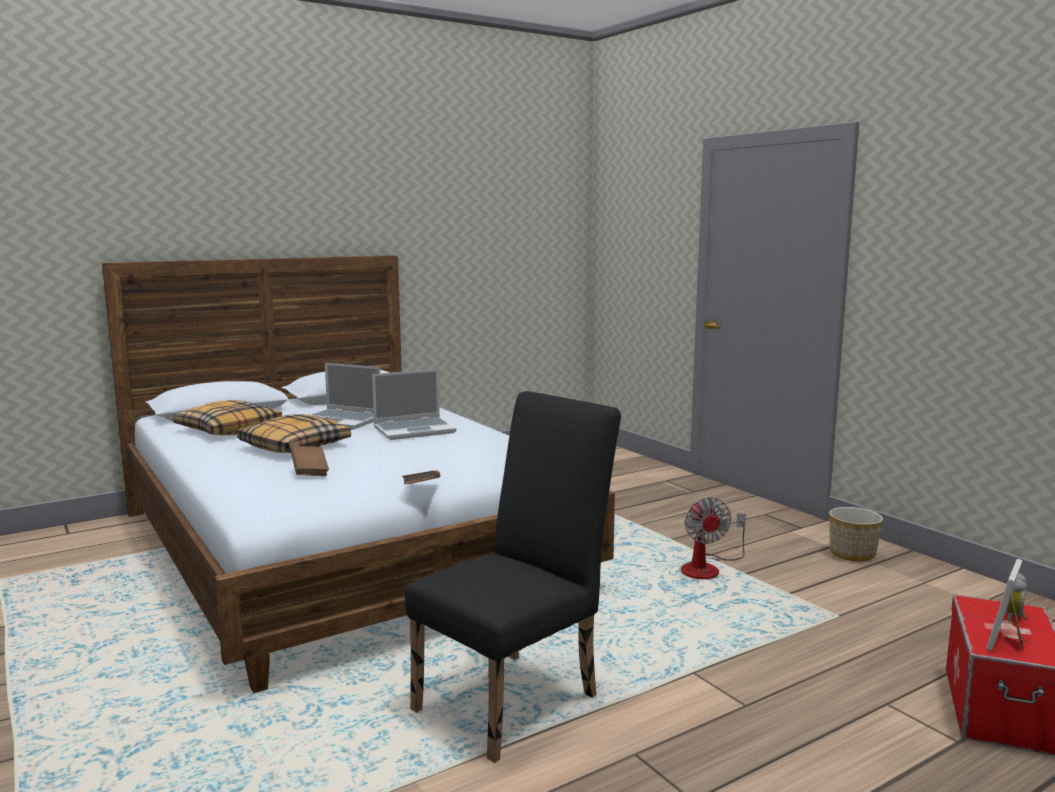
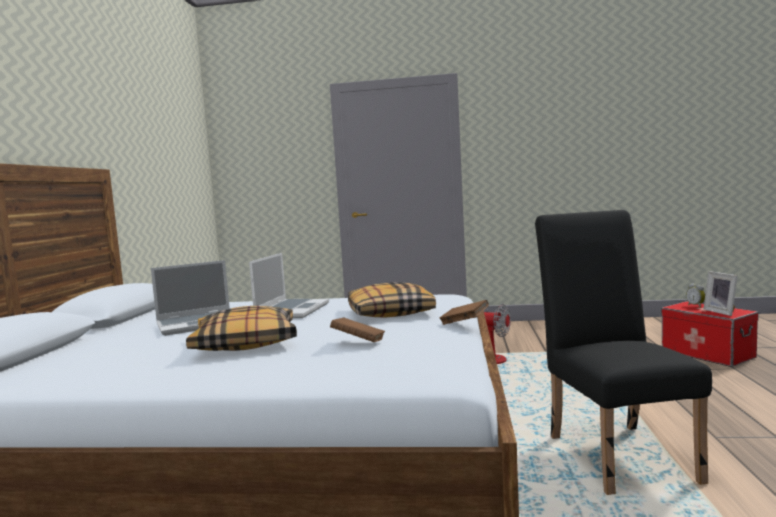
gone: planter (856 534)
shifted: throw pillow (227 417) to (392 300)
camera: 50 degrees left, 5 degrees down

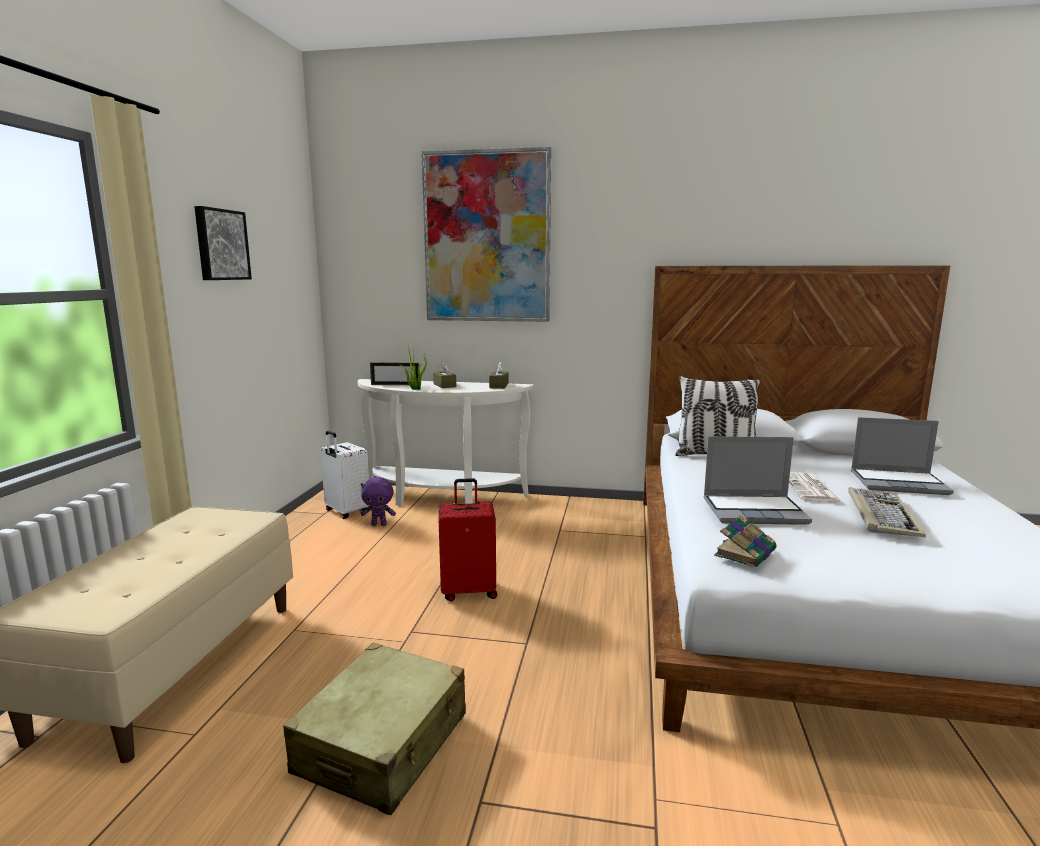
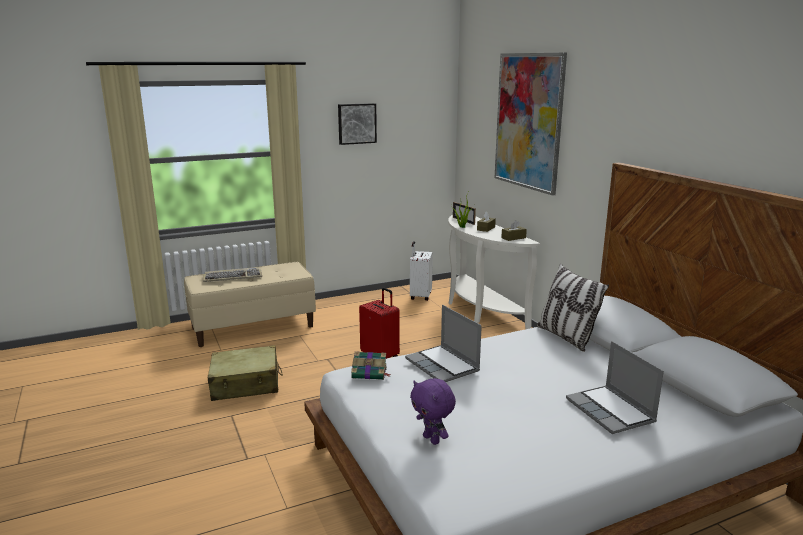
gone: printed paper (816 487)
shifted: purple-coloured plush toy (378 501) to (433 411); PC keyboard (887 512) to (232 274)
camera: 55 degrees right, 5 degrees up

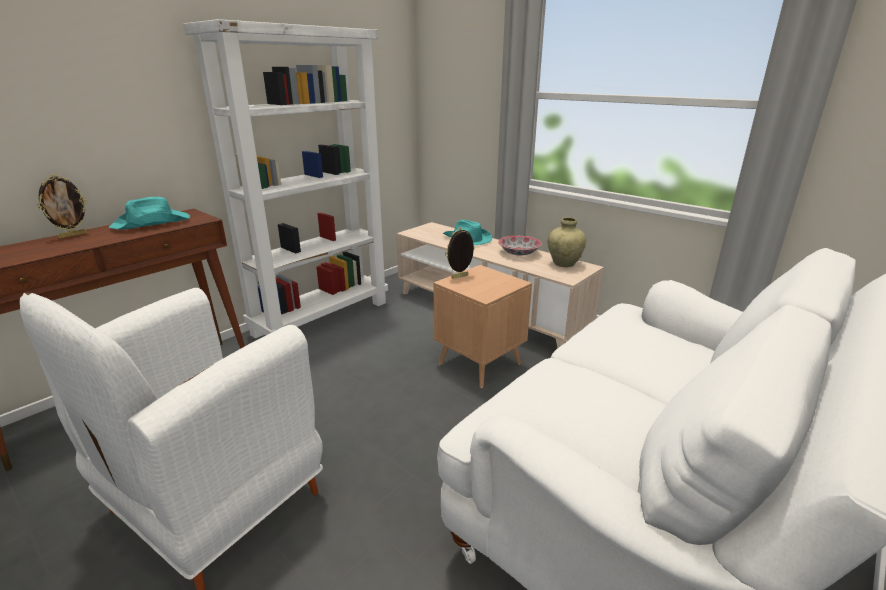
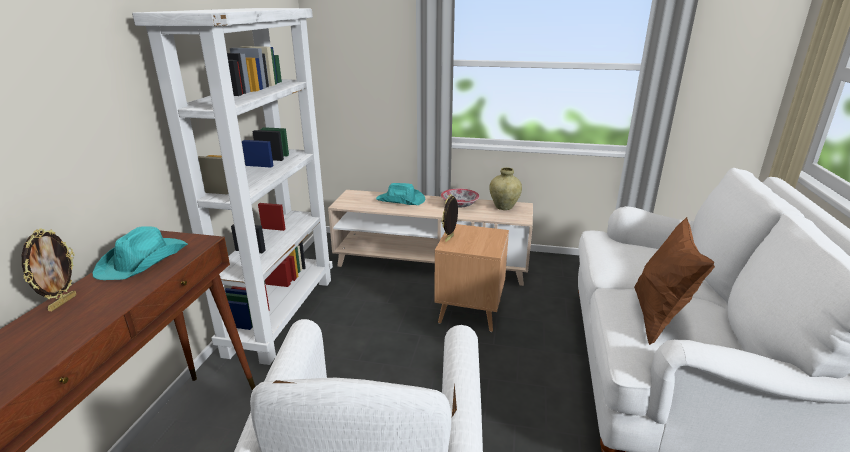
new: brown throw pillow (674 281)
camera: 30 degrees left, 0 degrees up

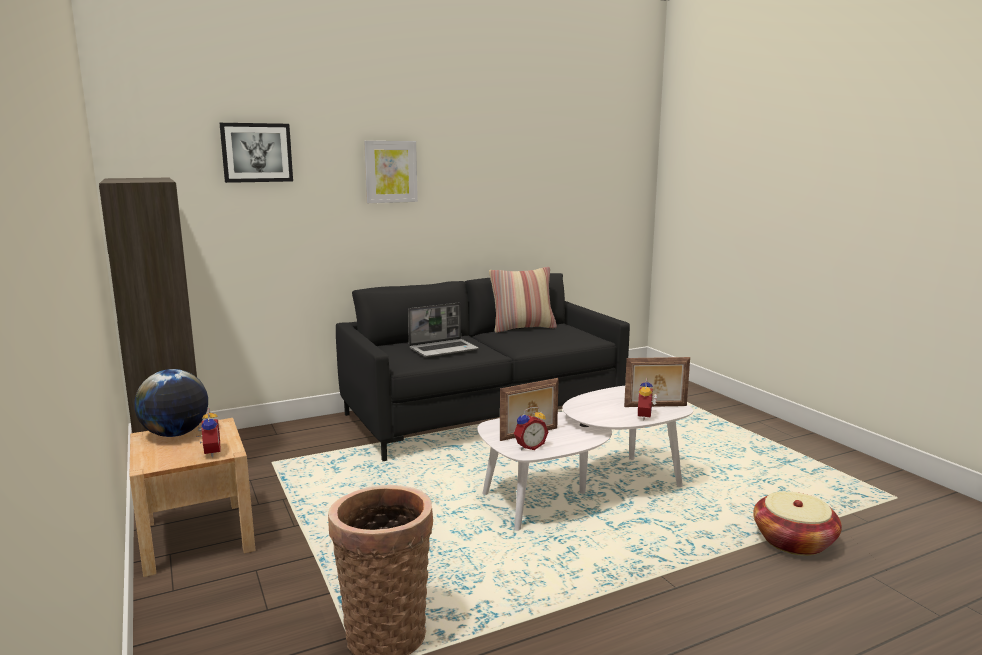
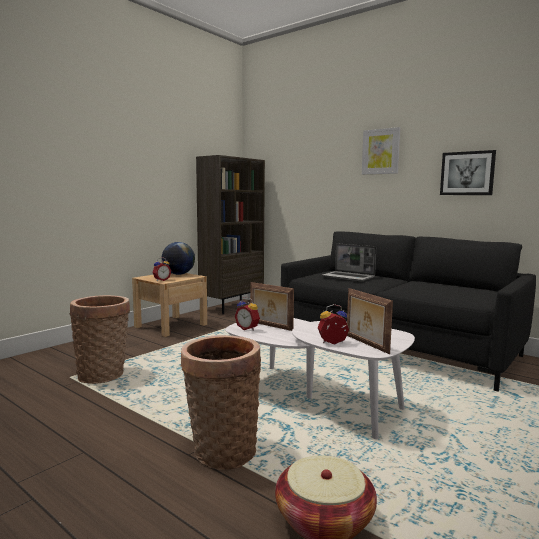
gone: throw pillow (523 300)
new: household basket (221 402)
shifted: picture (256 153) to (468 172)
camera: 65 degrees right, 5 degrees down

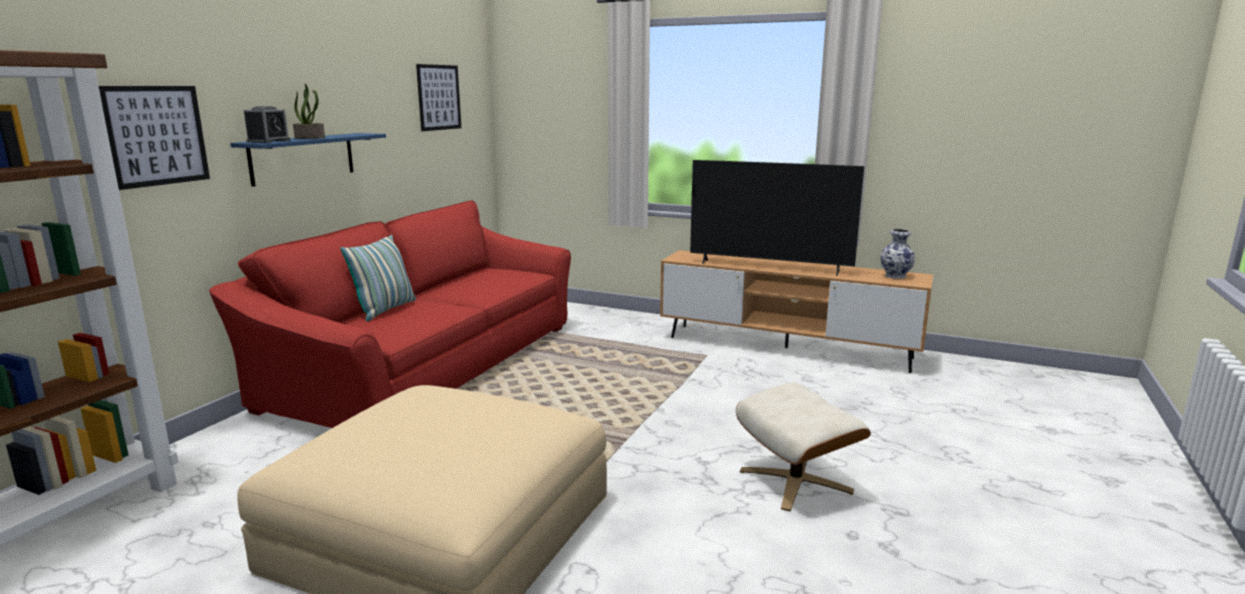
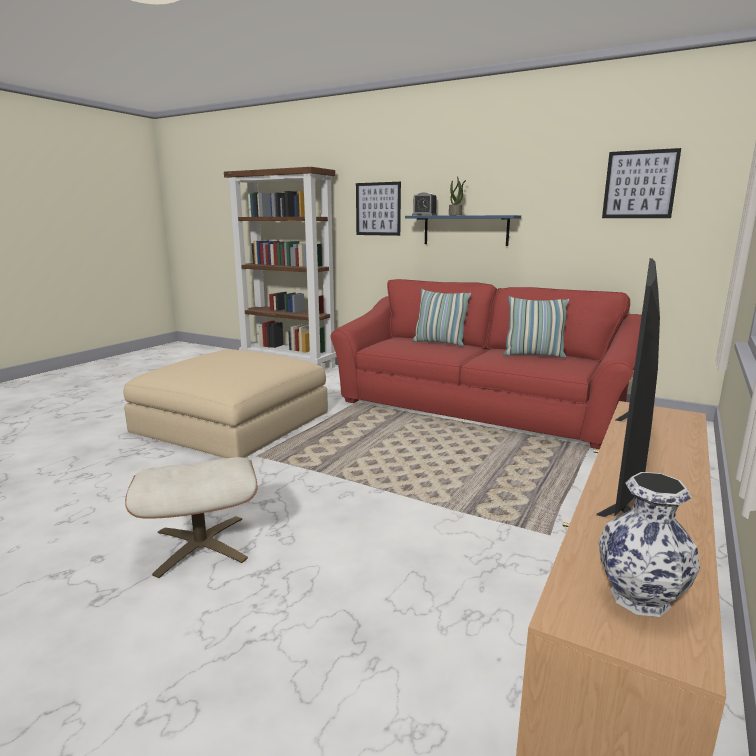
new: throw pillow (536 327)
camera: 95 degrees right, 0 degrees up

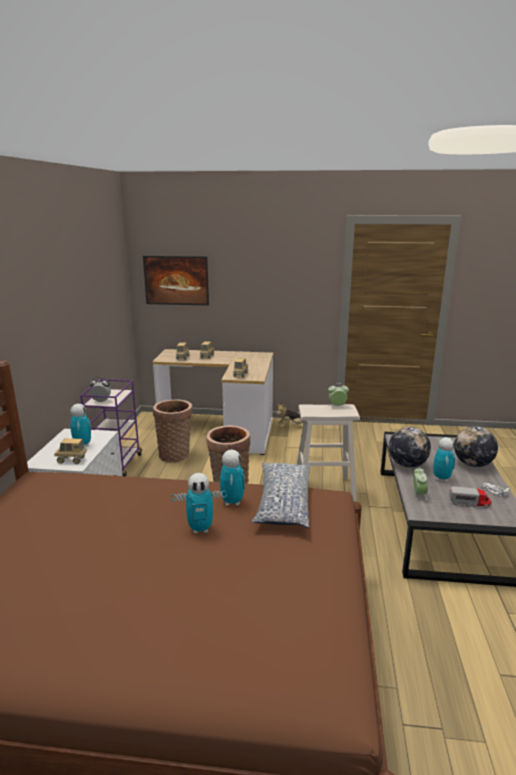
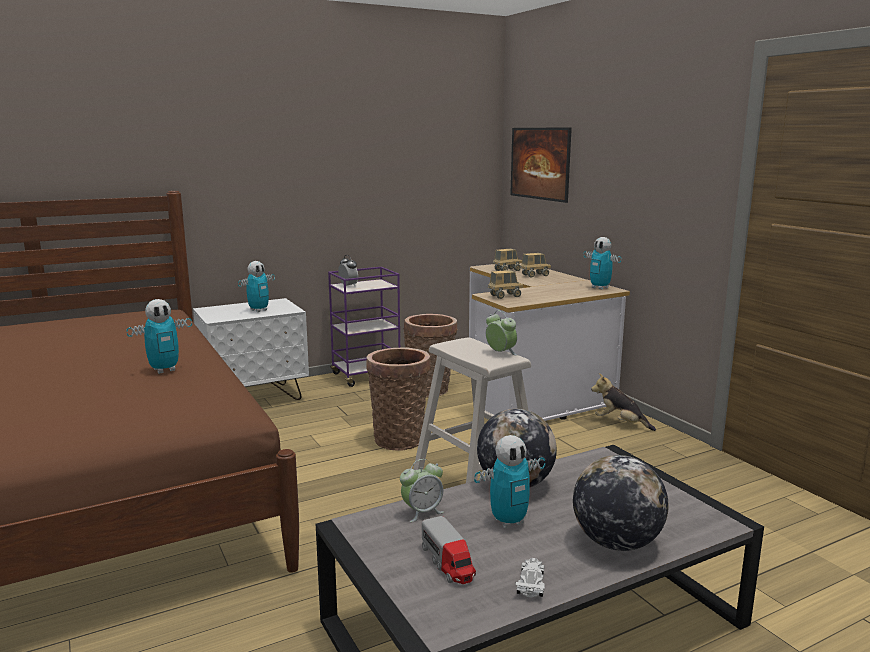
gone: toy truck (70 451); throw pillow (280 495)
shifted: robot figure (199 503) to (603 263)
camera: 55 degrees right, 5 degrees down

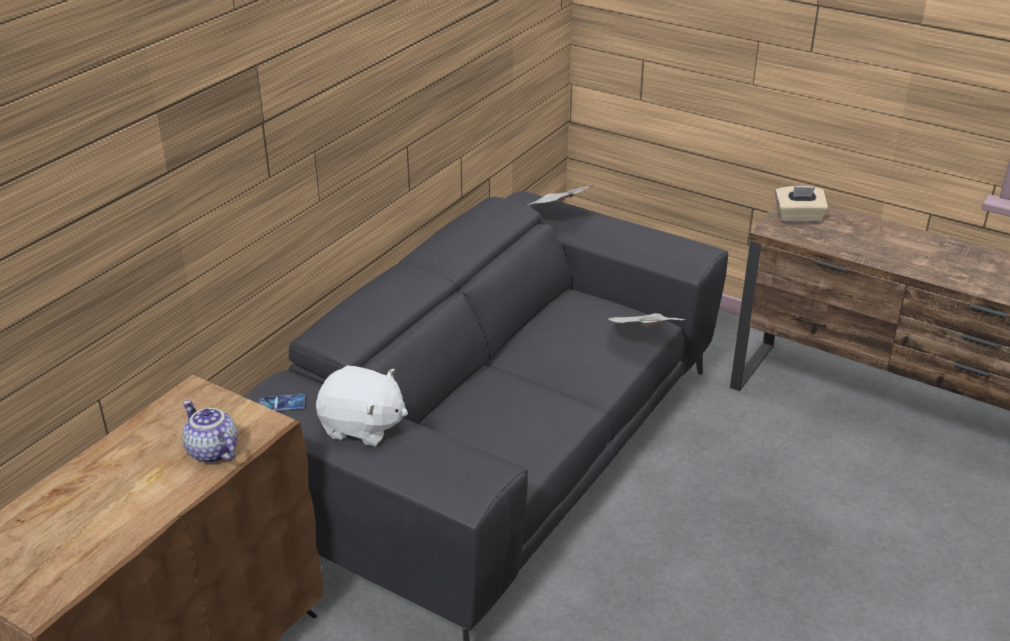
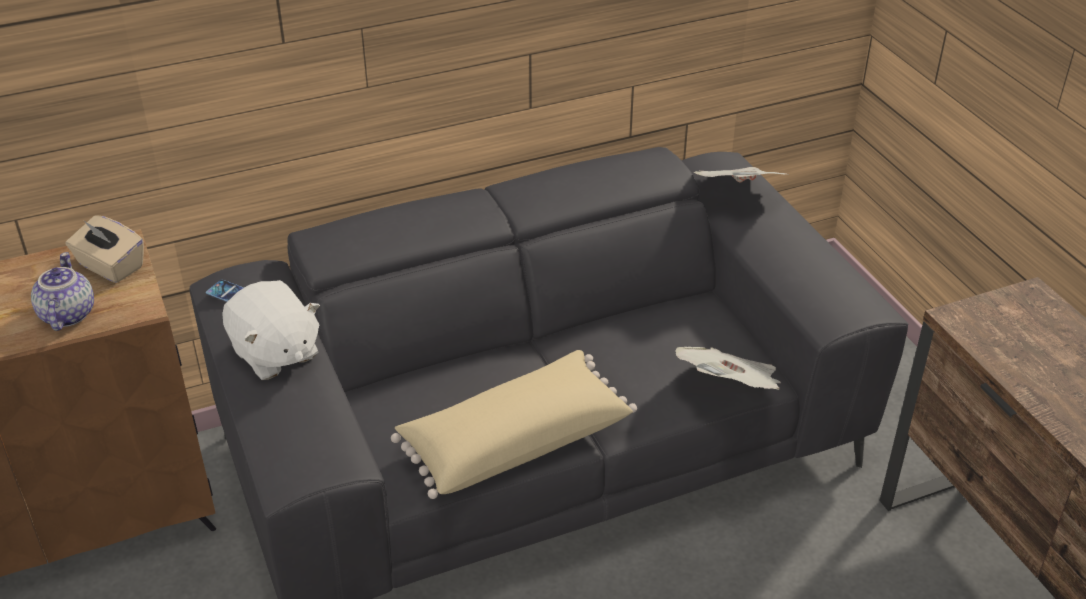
new: beige throw pillow (514 424)
shifted: beige box of tissues (801 204) to (105 249)
camera: 35 degrees right, 5 degrees up

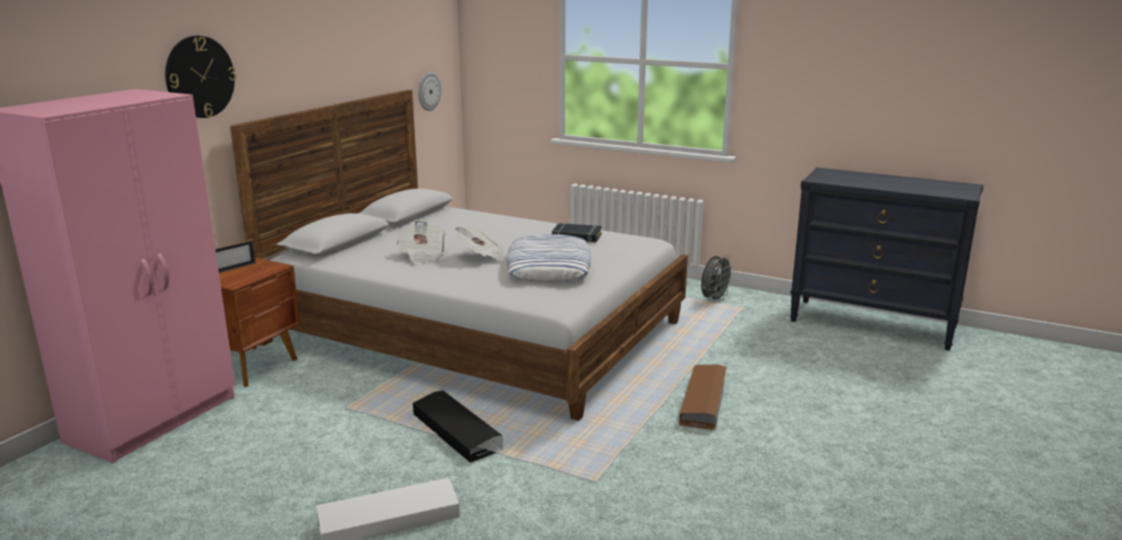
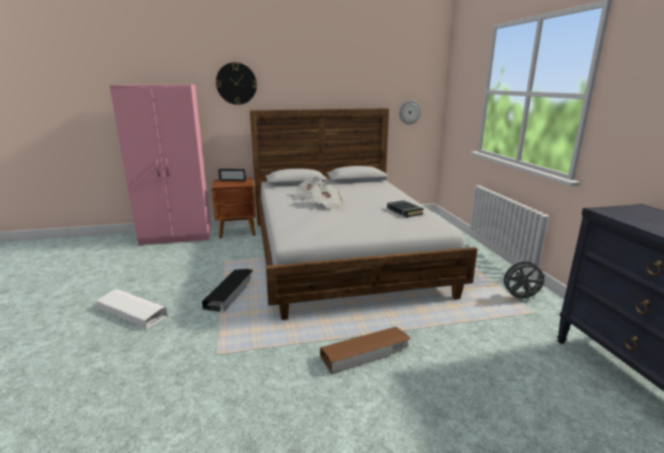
gone: throw pillow (549 258)
camera: 50 degrees right, 0 degrees up

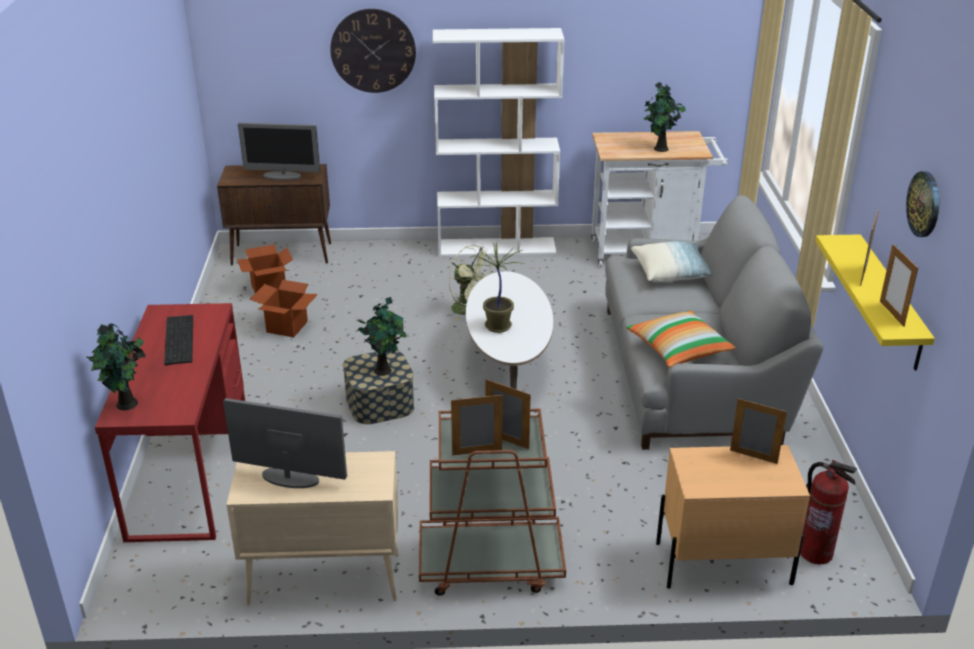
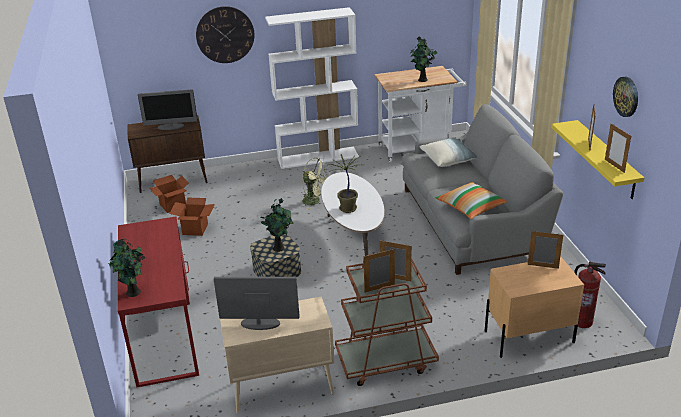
gone: PC keyboard (178 340)
camera: 10 degrees left, 0 degrees up

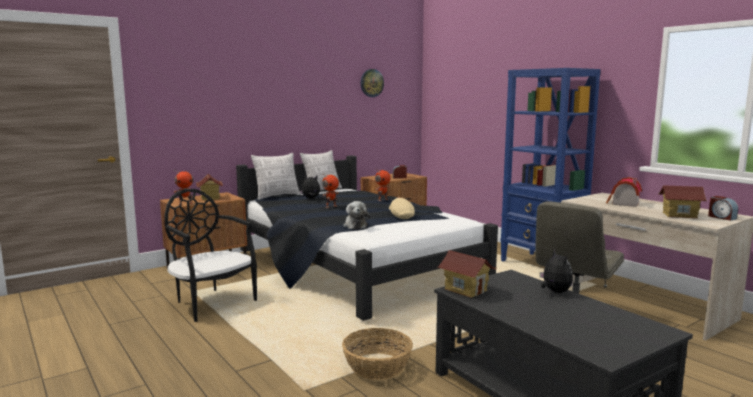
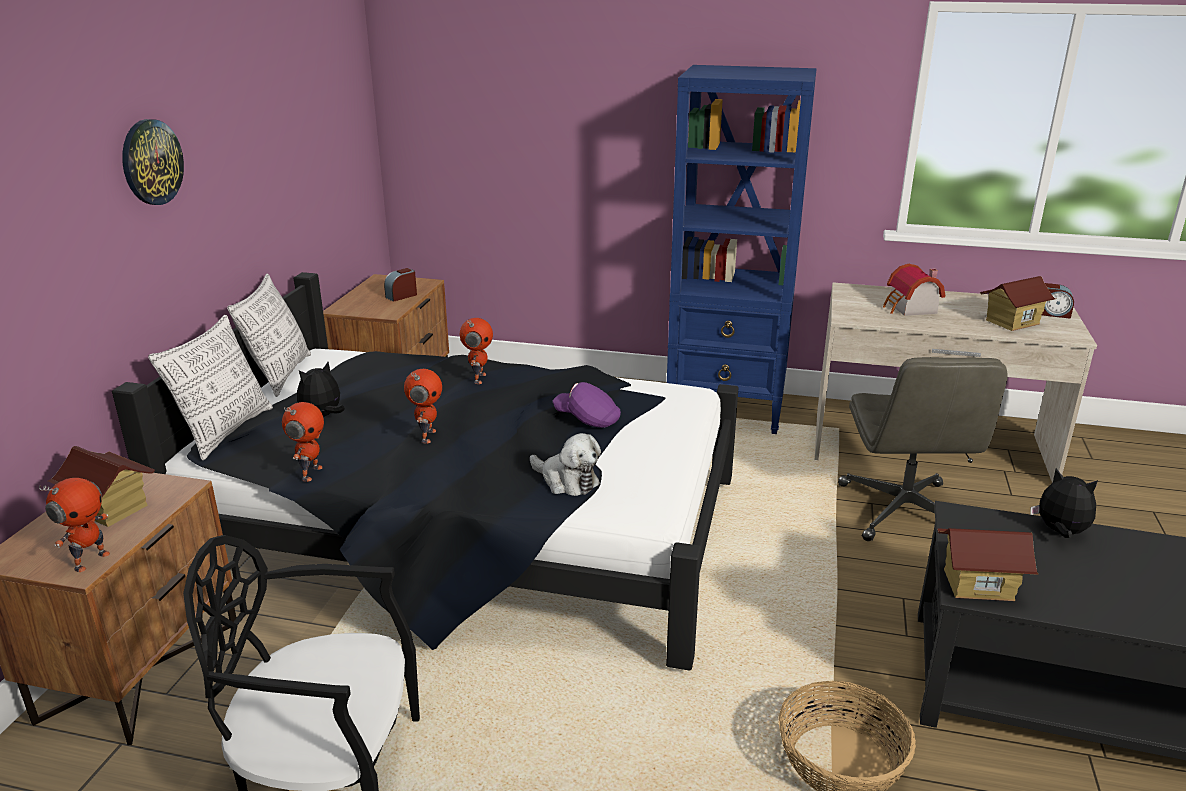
new: robot figure (303 442)
shifted: wall clock (372 83) to (153 162)
repainted: beige cap (402 208) to purple-coloured cap (587 405)
camera: 40 degrees left, 15 degrees up

